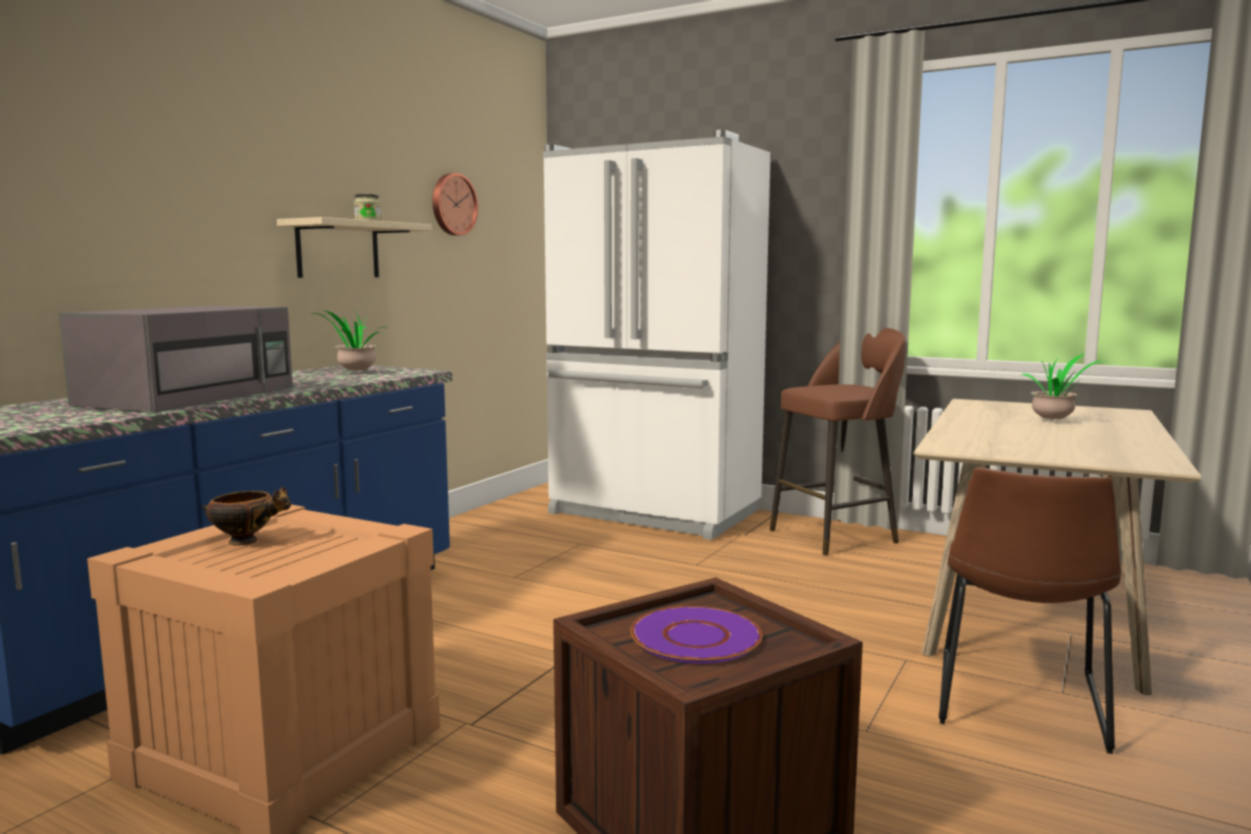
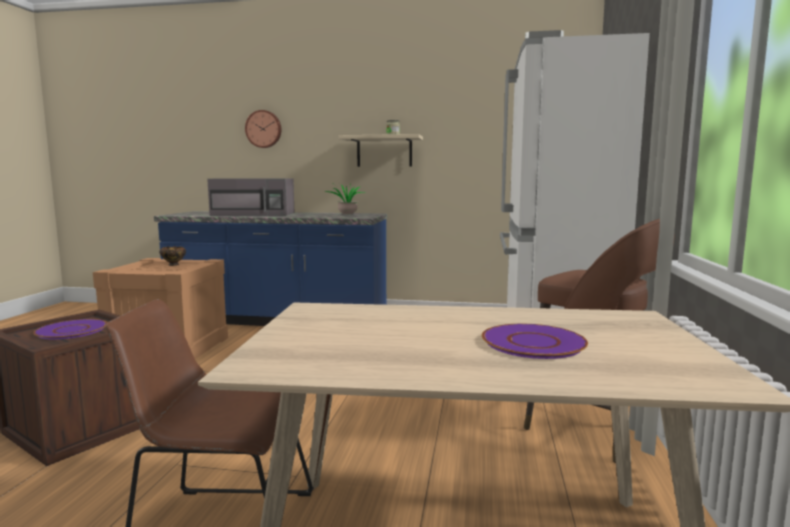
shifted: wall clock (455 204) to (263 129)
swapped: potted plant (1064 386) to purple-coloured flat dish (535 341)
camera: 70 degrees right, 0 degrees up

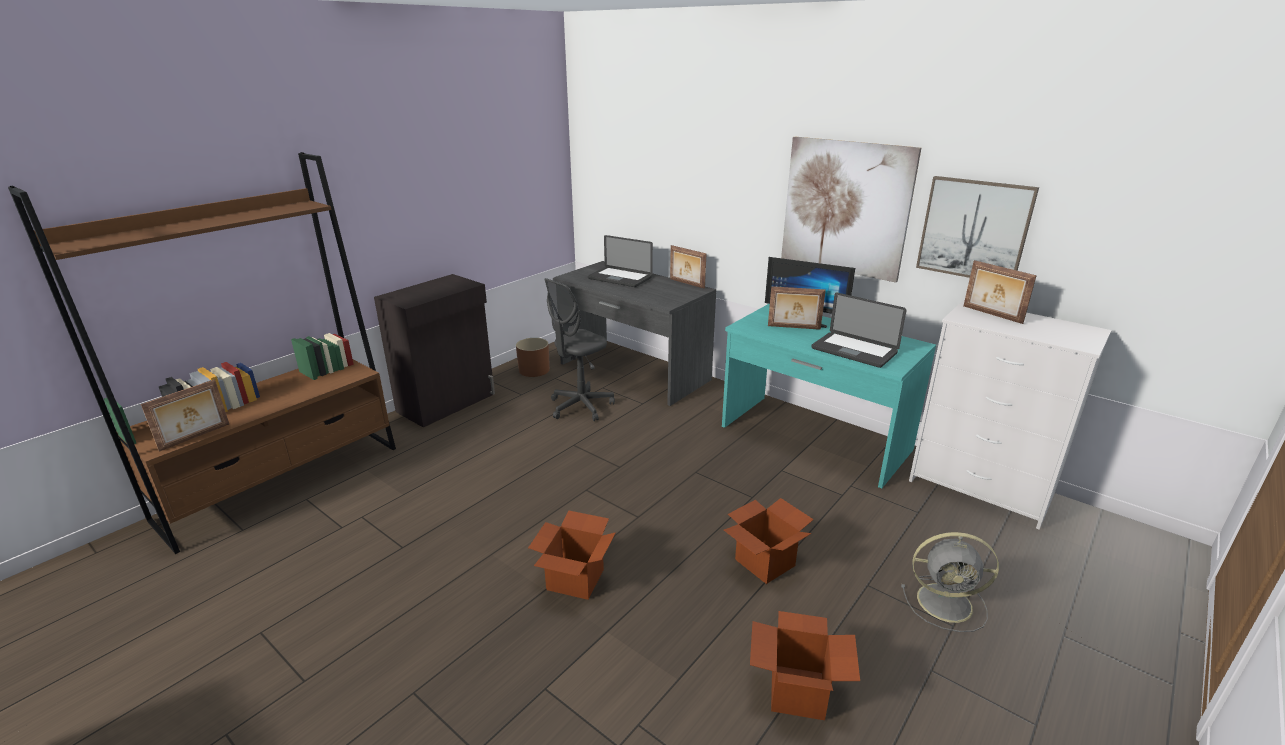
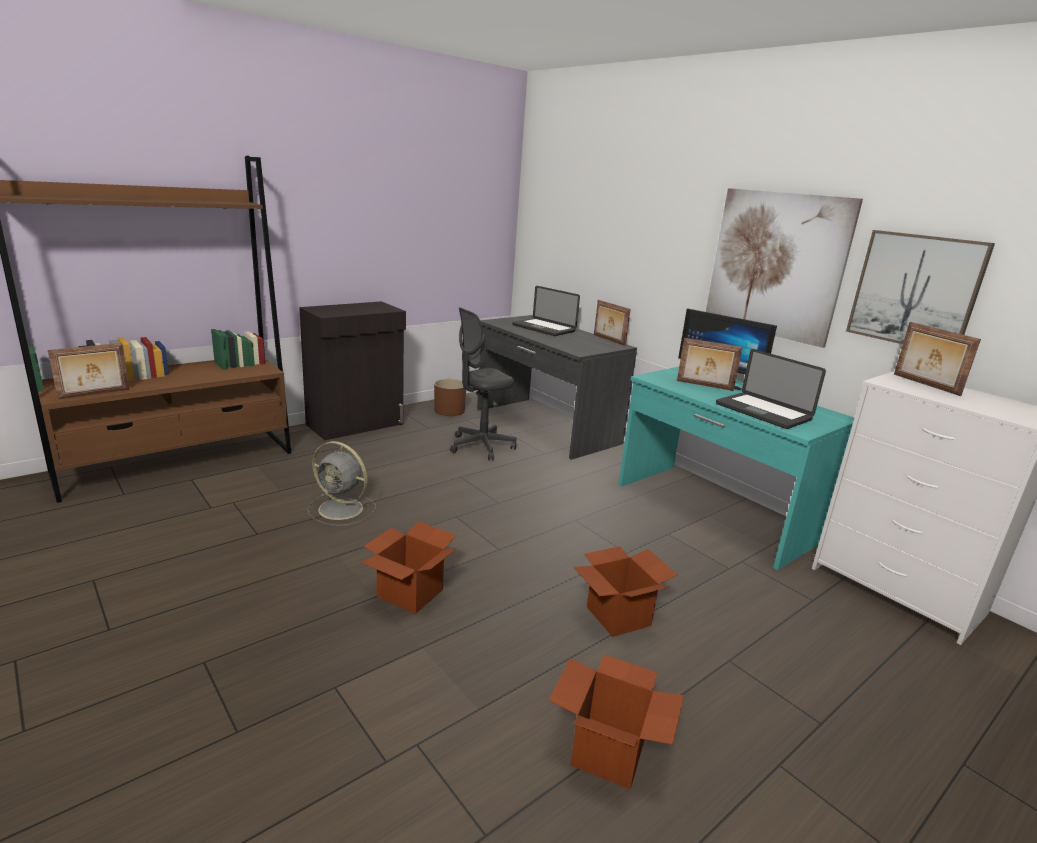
shifted: grey fan (950 582) to (341 483)
camera: 10 degrees right, 5 degrees down

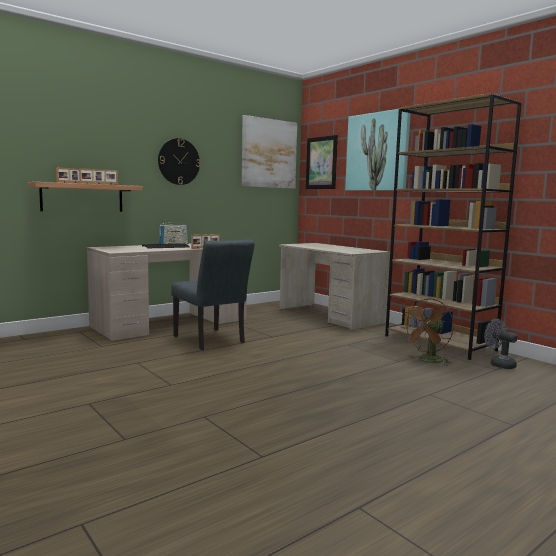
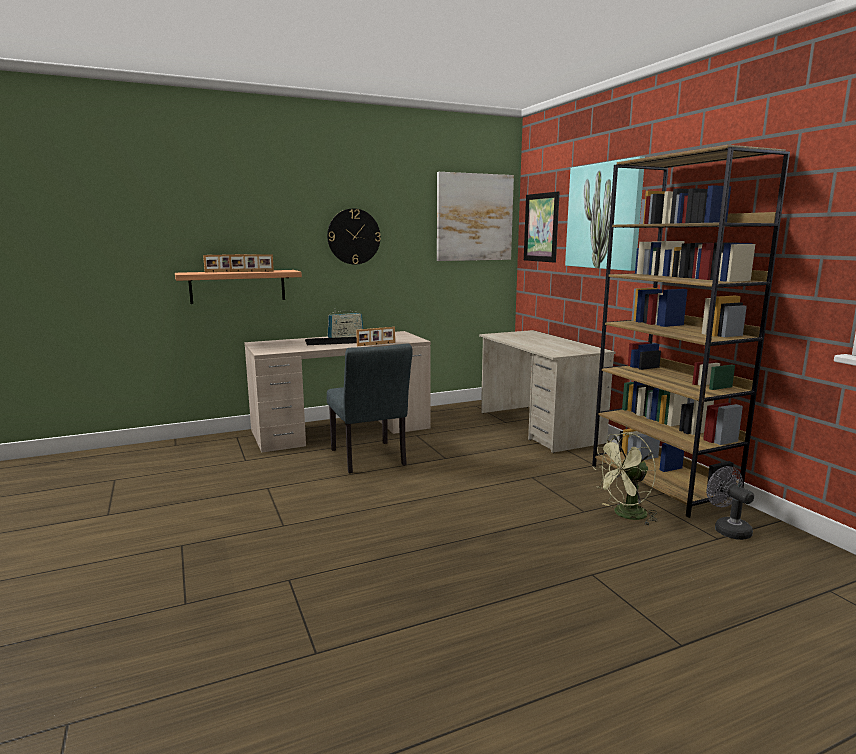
repainted: brown fan (428 332) to green-coloured fan (625 478)
camera: 15 degrees right, 5 degrees up

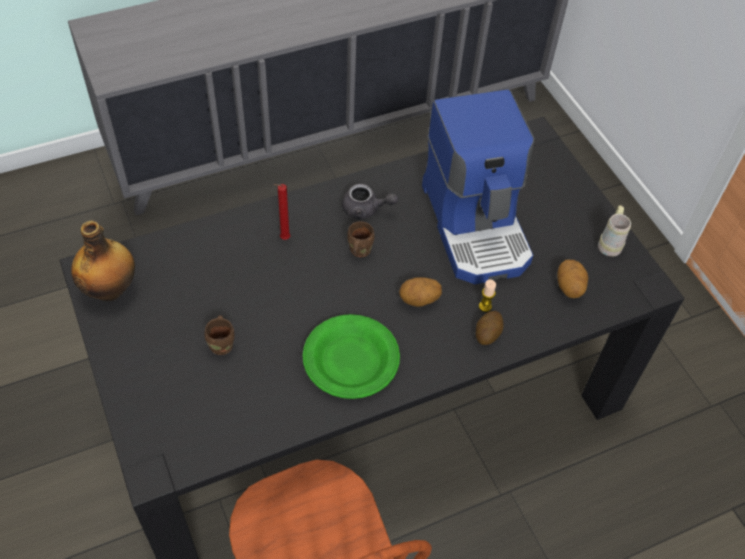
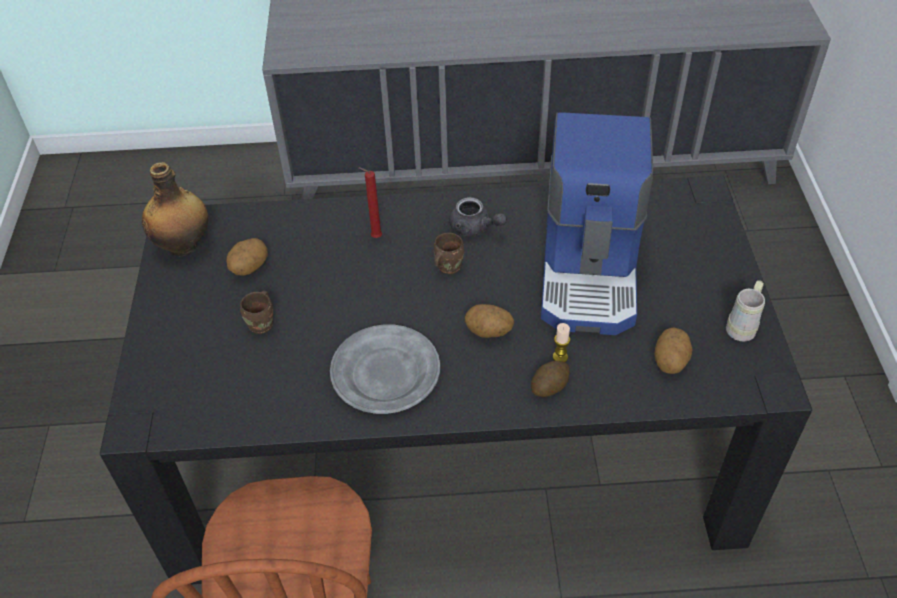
new: whole potato (247 257)
repainted: green-coloured flat dish (351 356) to grey flat dish (385 369)
camera: 25 degrees right, 5 degrees down

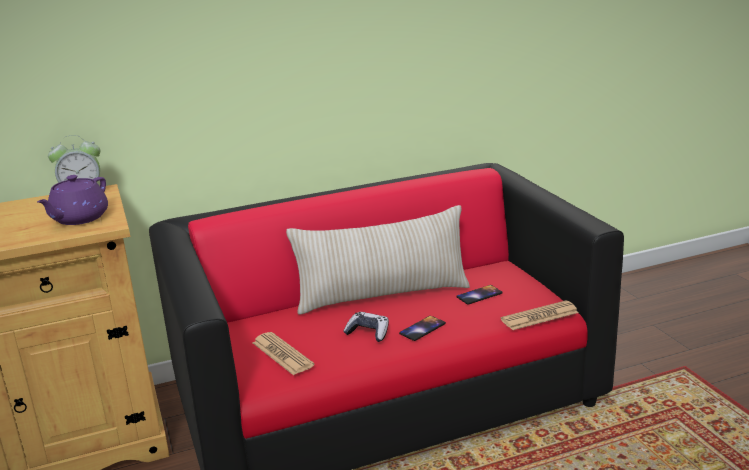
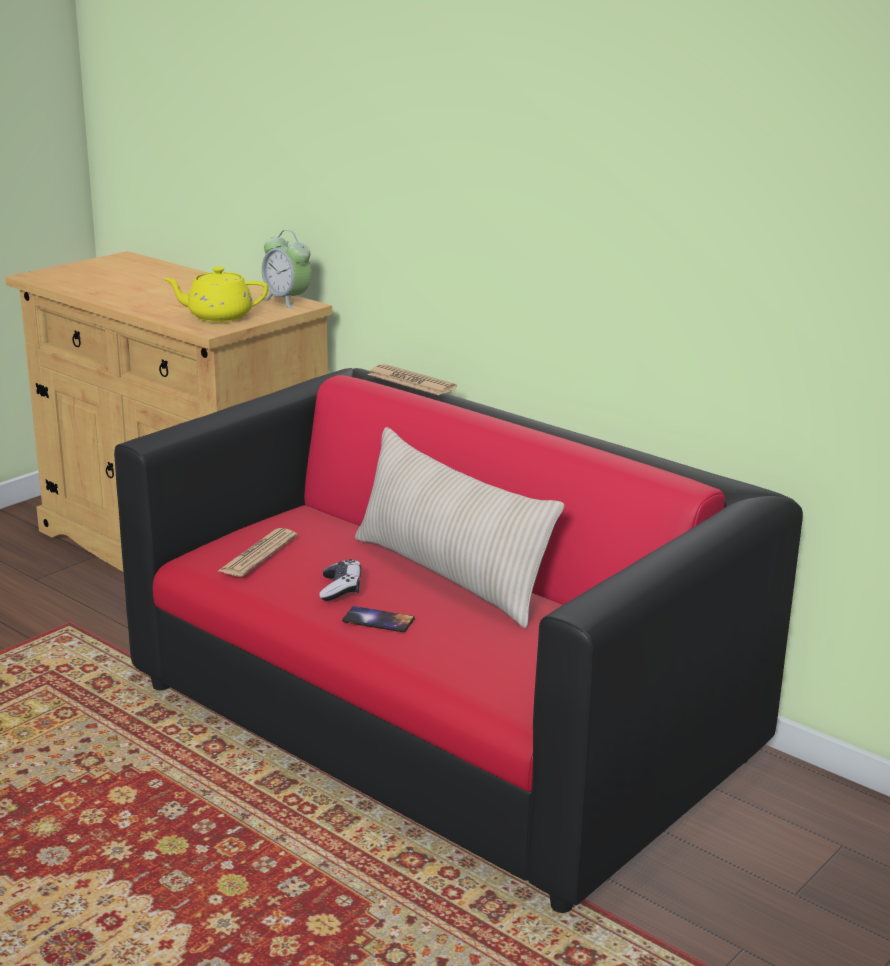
gone: phone (479 295)
shifted: printed paper (540 315) to (412 379)
repainted: purple-coloured teapot (72 200) to yellow-coloured teapot (215 294)
camera: 60 degrees right, 0 degrees up

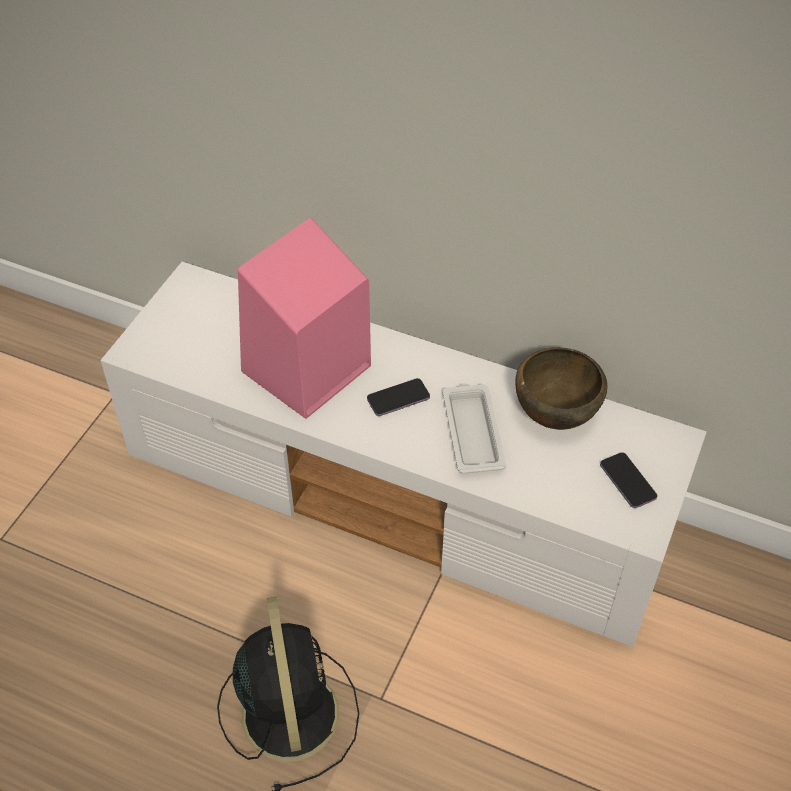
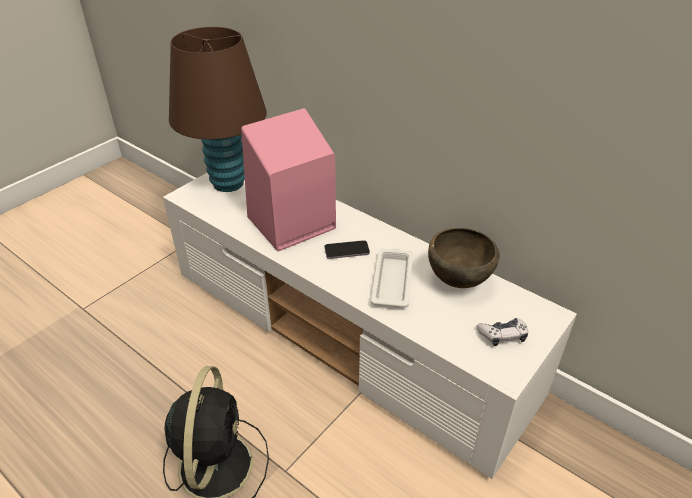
new: brown table lamp (218 109)
swapped: phone (628 480) to gamepad (502 332)
camera: 15 degrees right, 10 degrees down

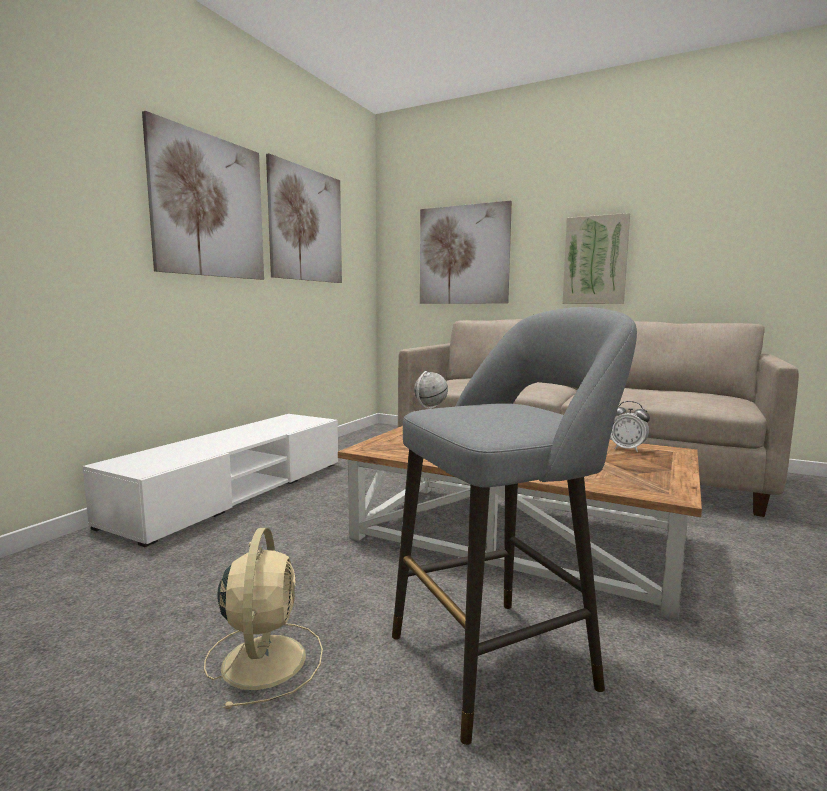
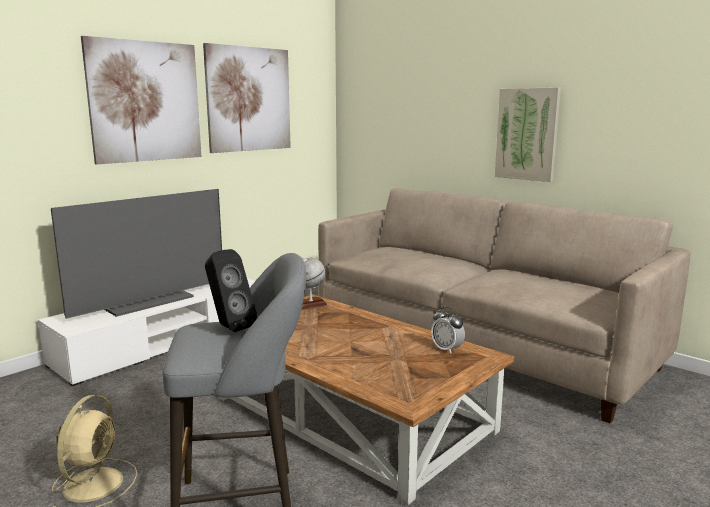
gone: picture (466 252)
new: TV set (136 254); black-coloured audio speaker (231 290)
camera: 15 degrees right, 5 degrees up

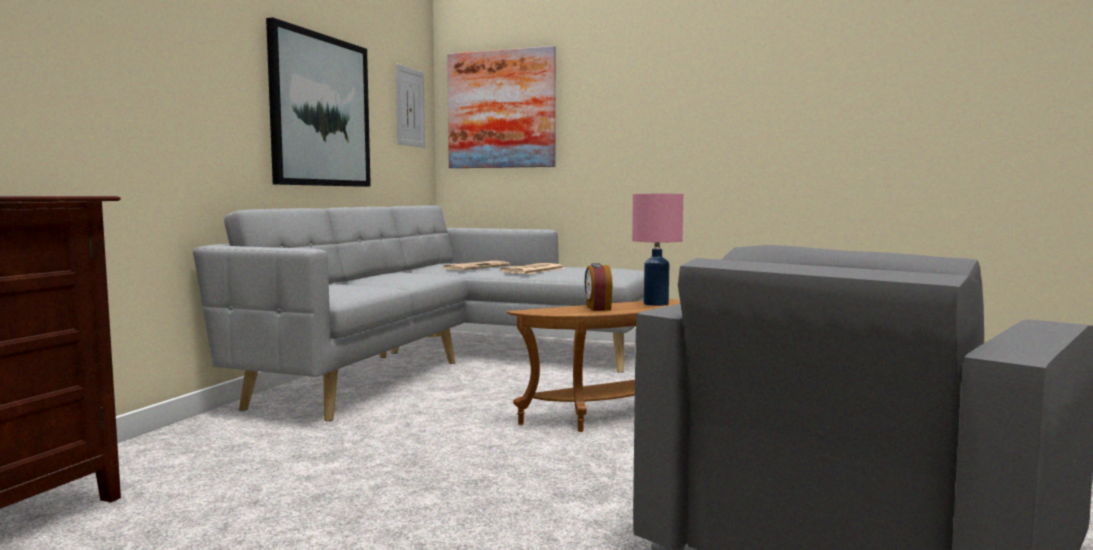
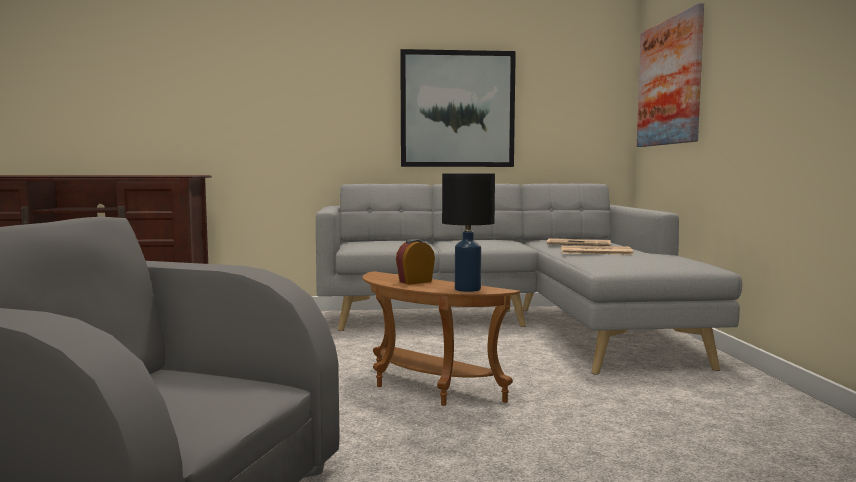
gone: picture (410 106)
repainted: pink table lamp (657 250) to black-coloured table lamp (468 233)
camera: 65 degrees right, 0 degrees up

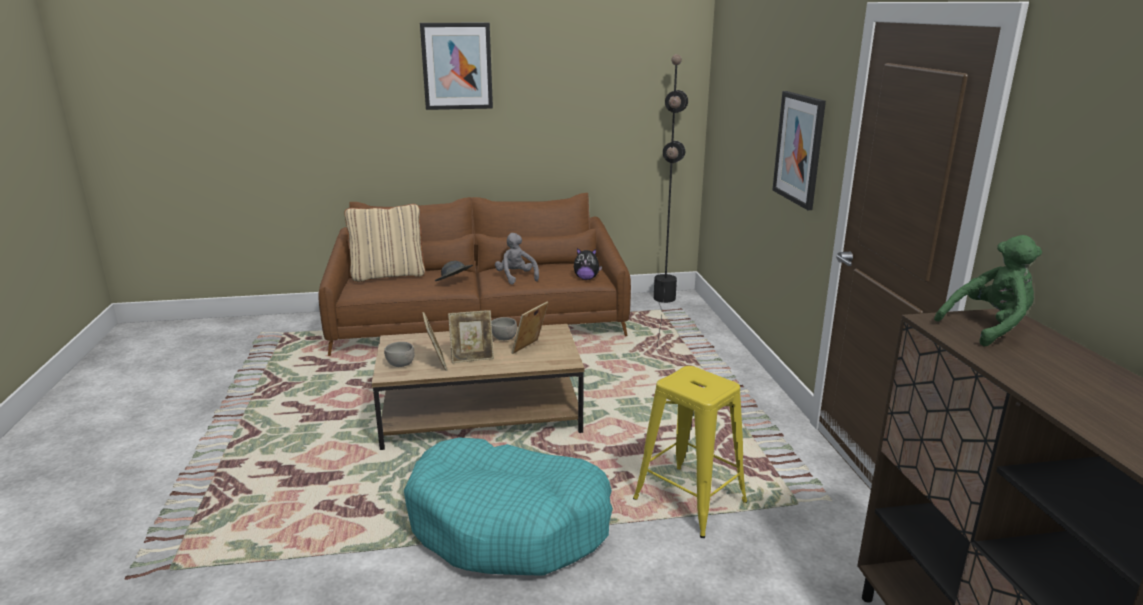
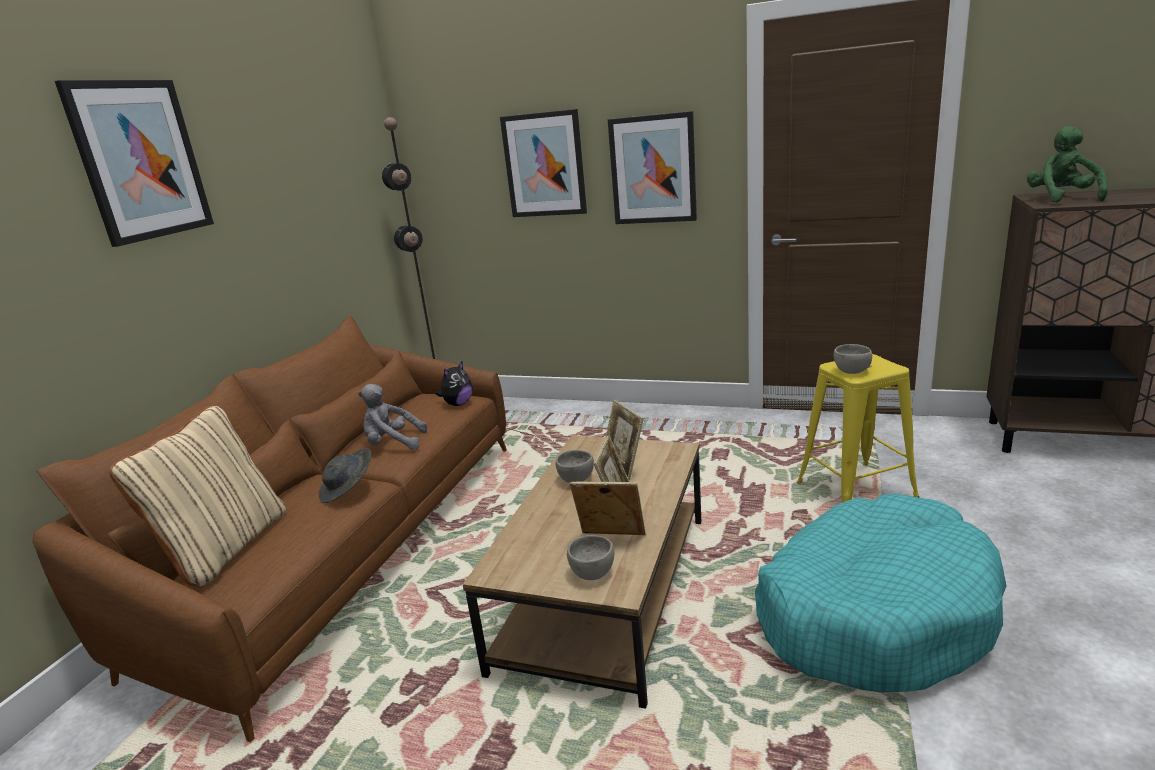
new: picture (543 163); grey deep dish (853 359)
camera: 60 degrees left, 0 degrees up

